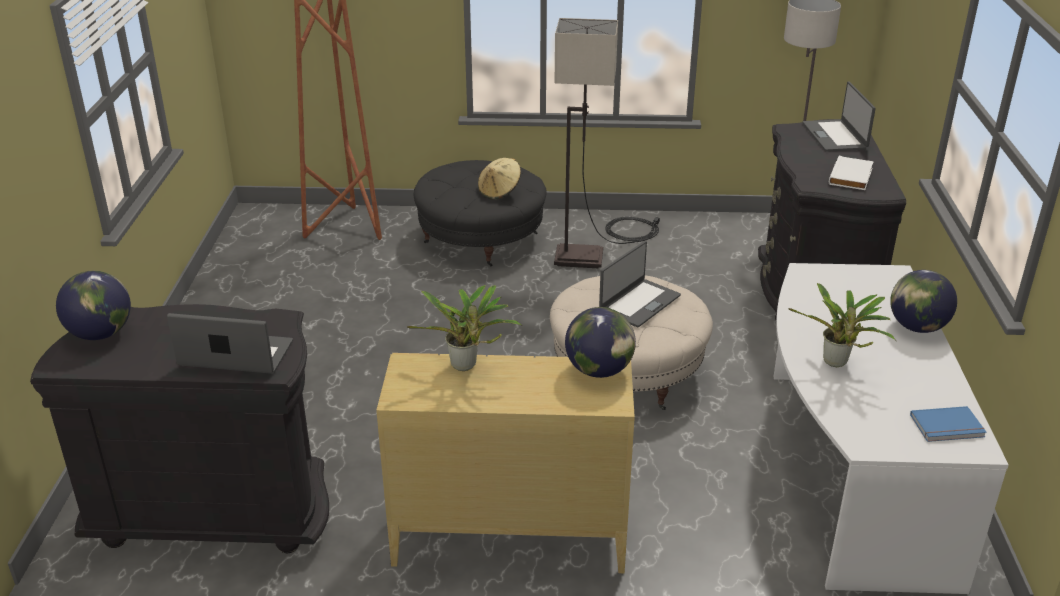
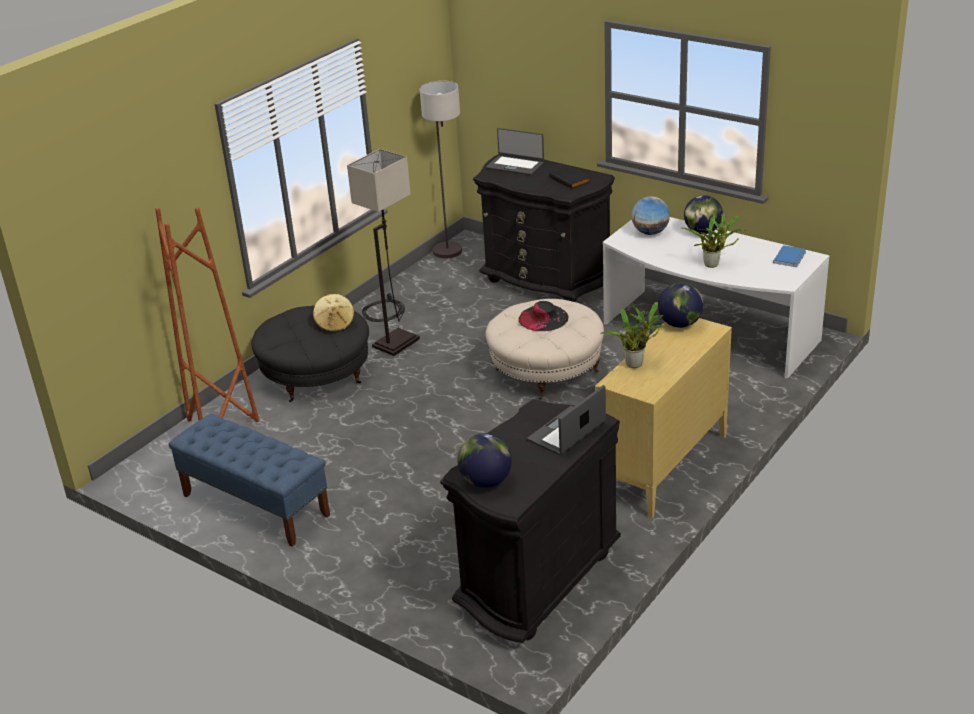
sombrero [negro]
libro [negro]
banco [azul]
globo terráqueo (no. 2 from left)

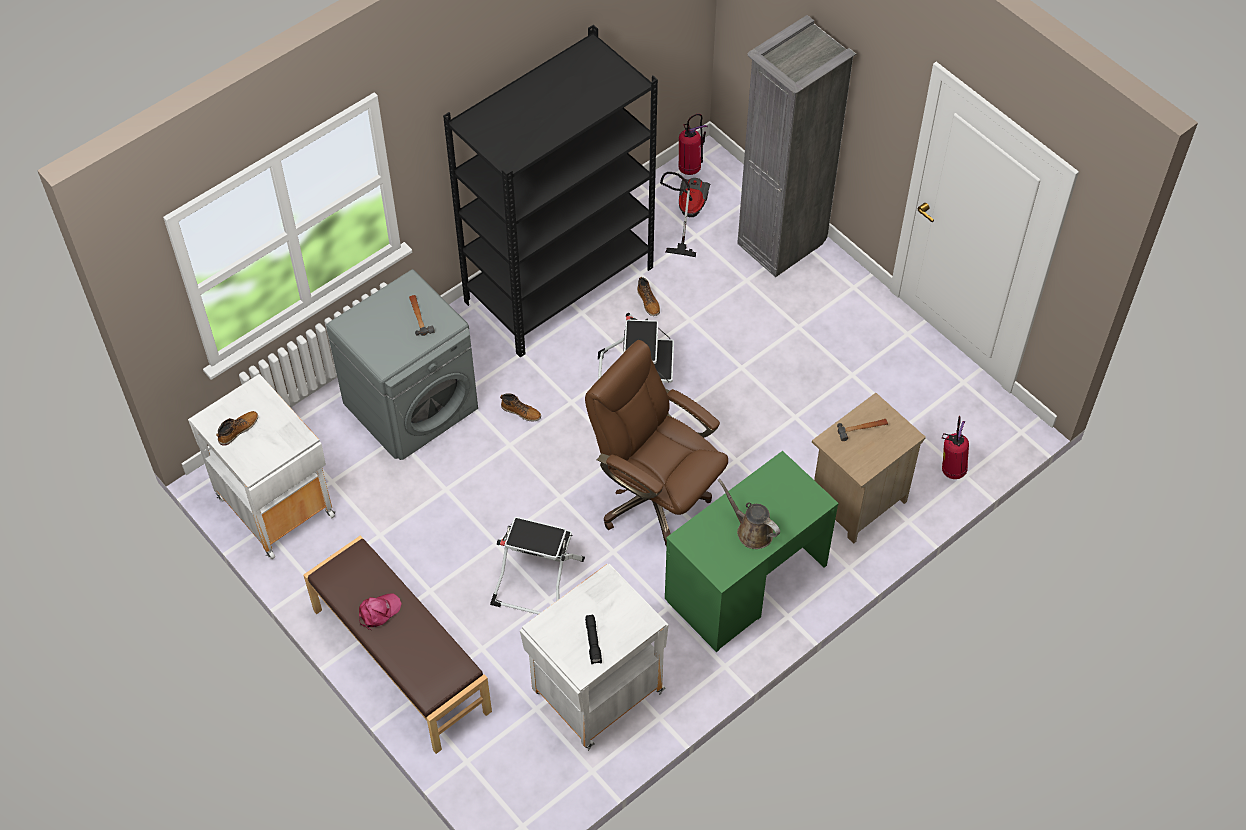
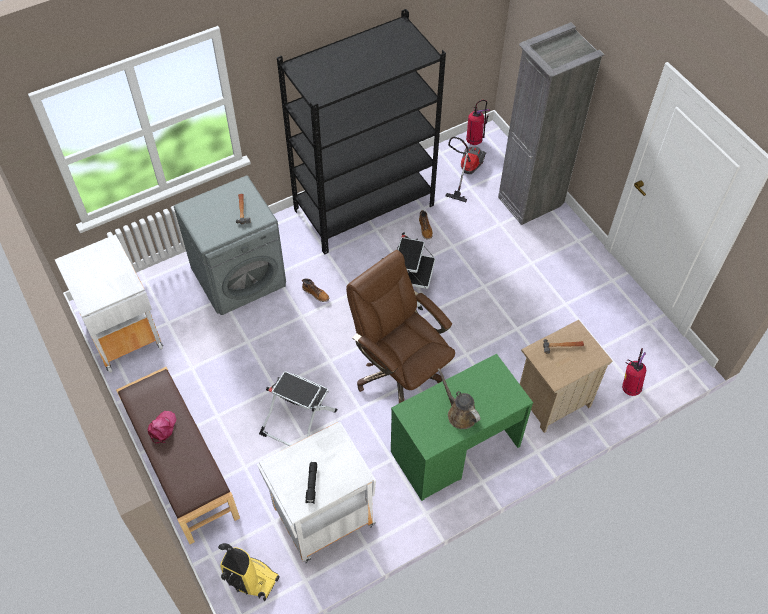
bota (no. 1 from left in the first image)
gorra [rosa]
aspiradora (no. 1 from left)

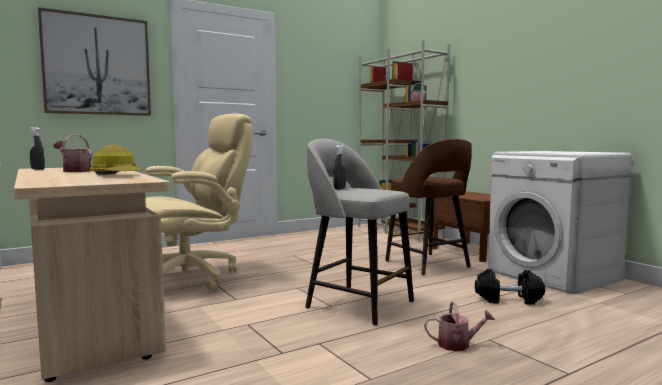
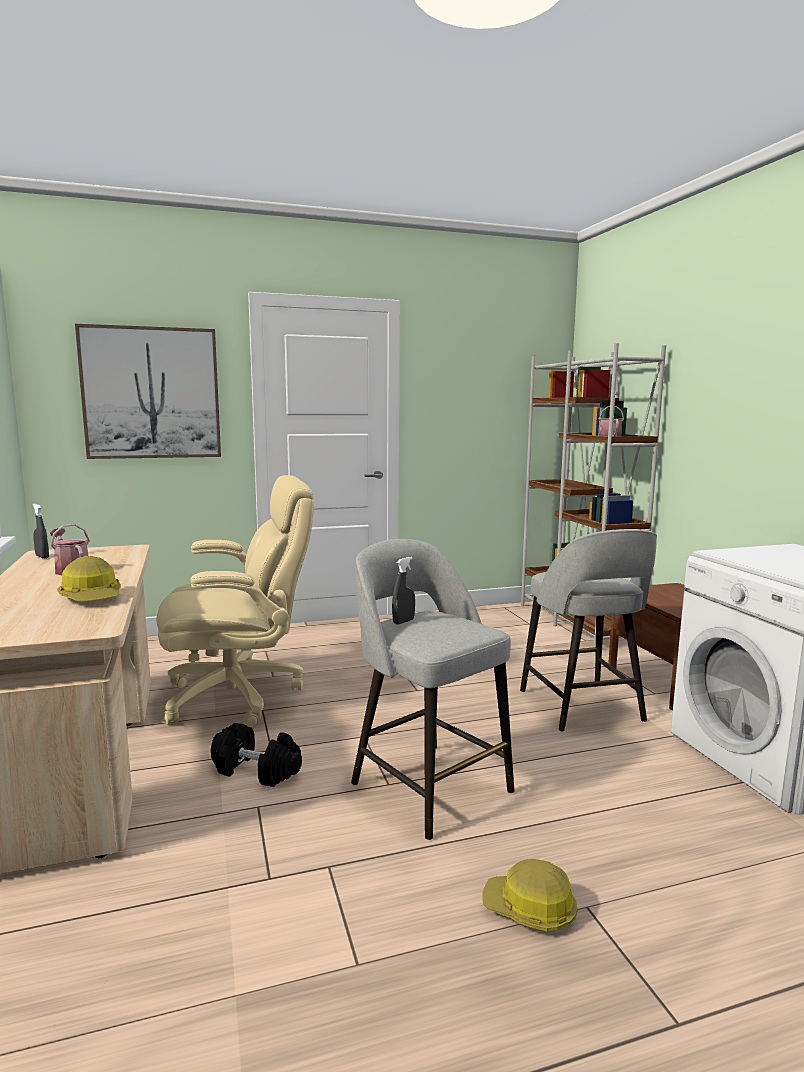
taburete [gris] (no. 2 from left)
casco (no. 2 from left)
mancuerna [negro]

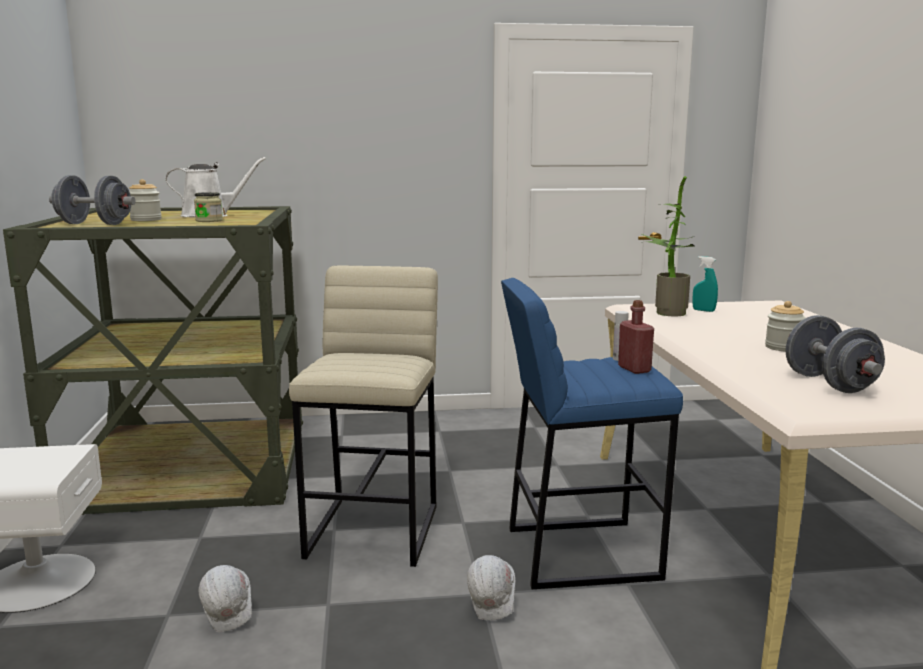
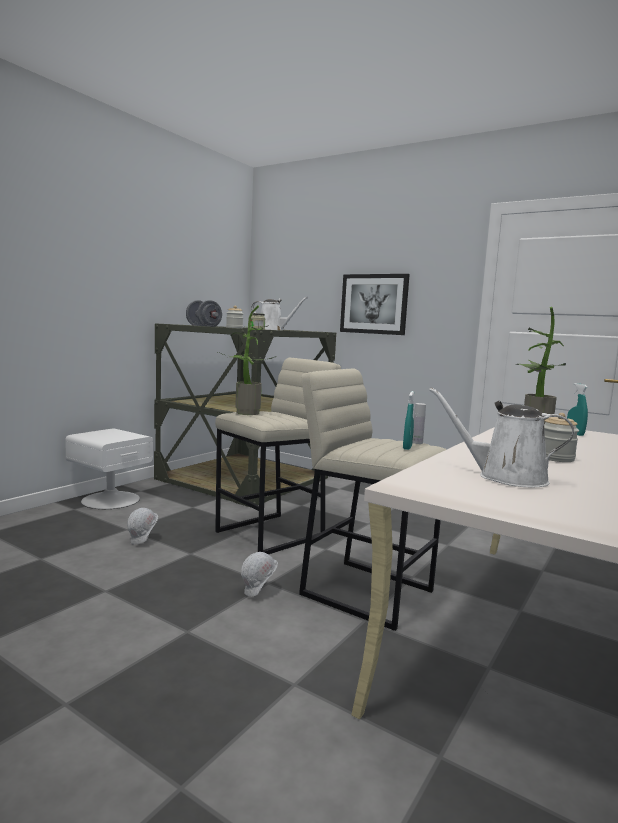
taburete [beis] (no. 2 from left)
pulverizador [turquesa] (no. 1 from left)
regadera [blanco] (no. 2 from left)
planta en maceta (no. 1 from left)
cuadro

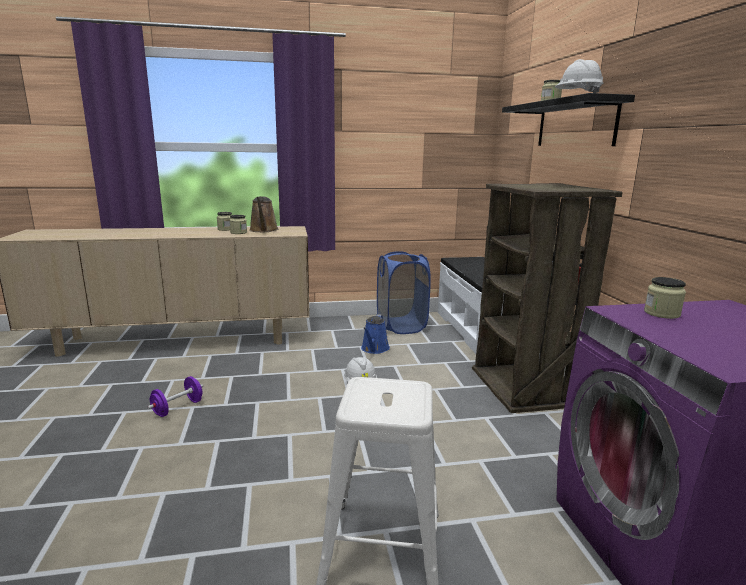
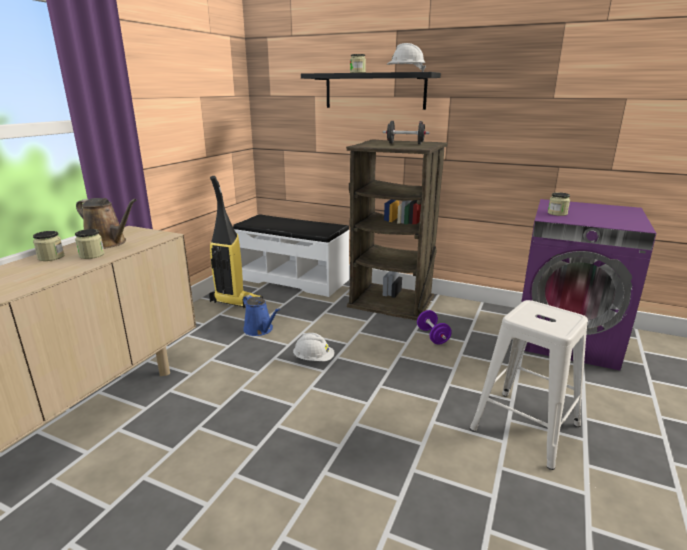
mancuerna [morado]
aspiradora
mancuerna [negro]

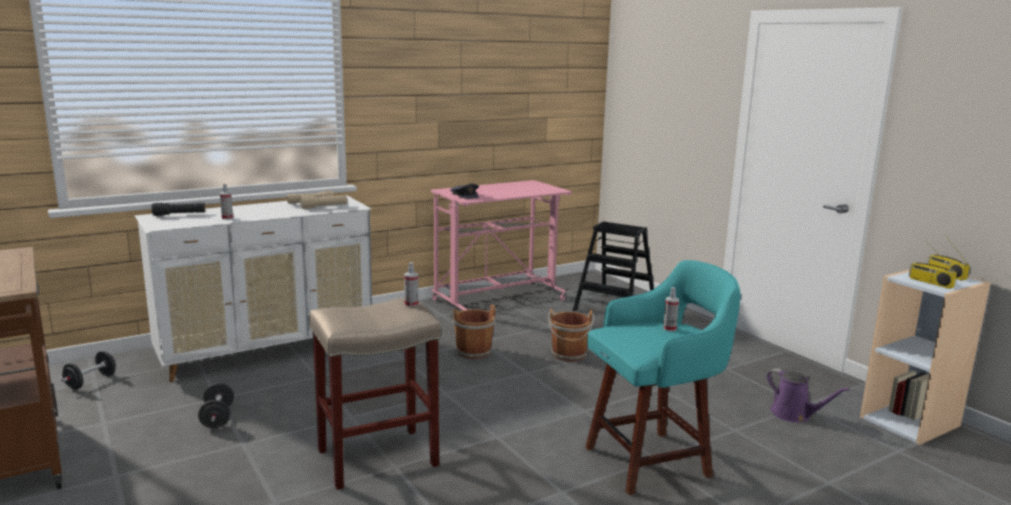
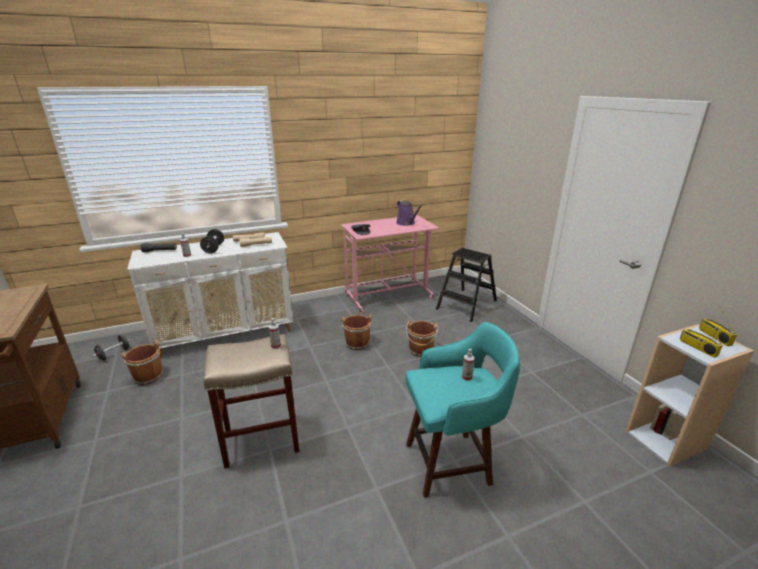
mancuerna [negro] (no. 2 from left)
regadera [morado]
cubo [marrón] (no. 1 from left)

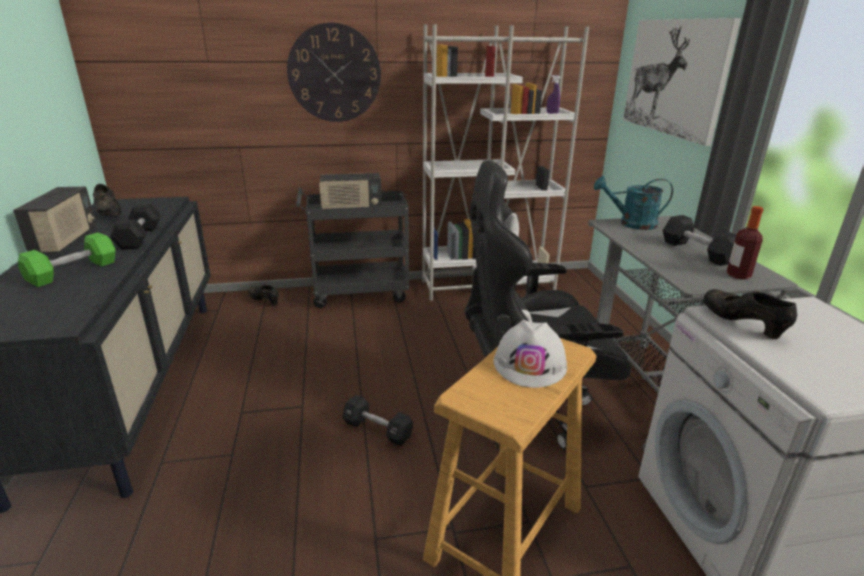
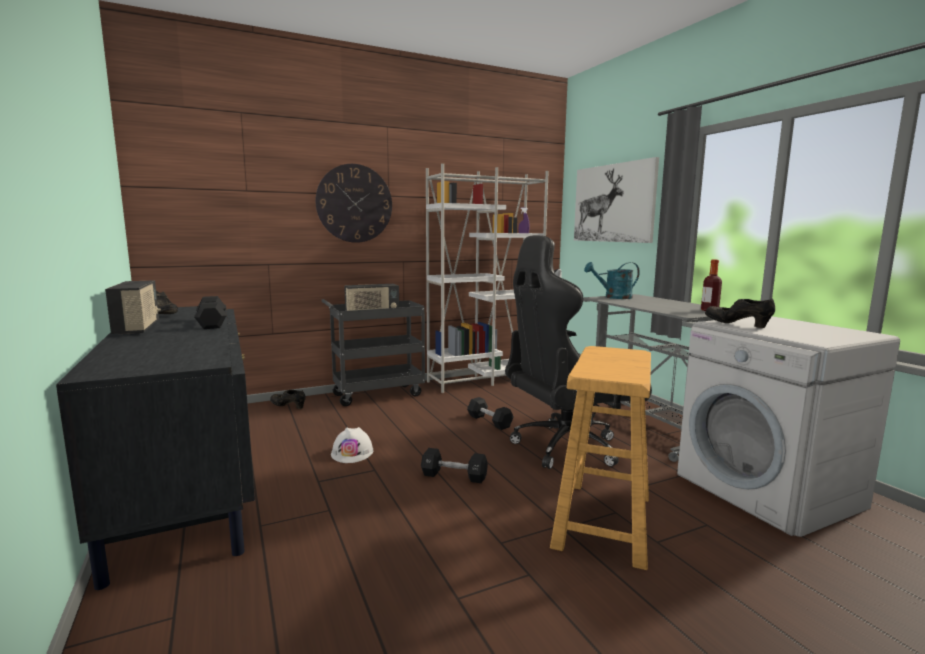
mancuerna [verde]
casco [blanco]
mancuerna [negro] (no. 3 from left)

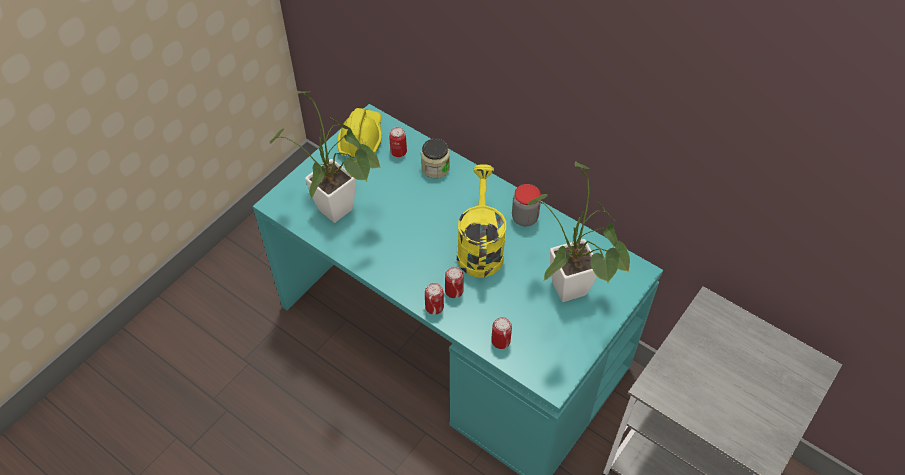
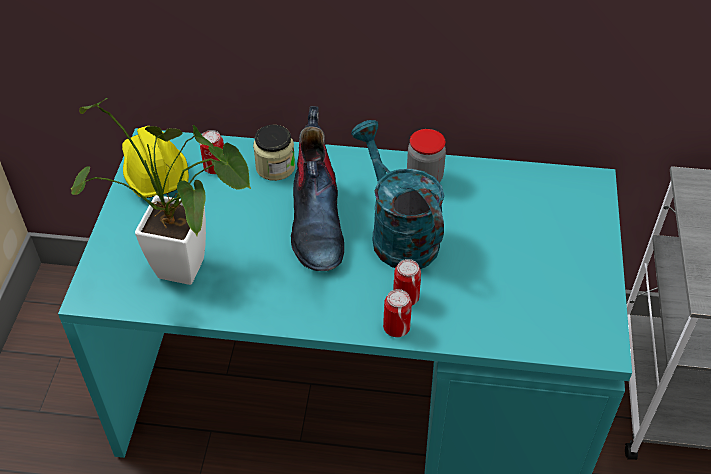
regadera [turquesa]
lata (no. 4 from left in the first image)
planta en maceta (no. 2 from left in the first image)
bota

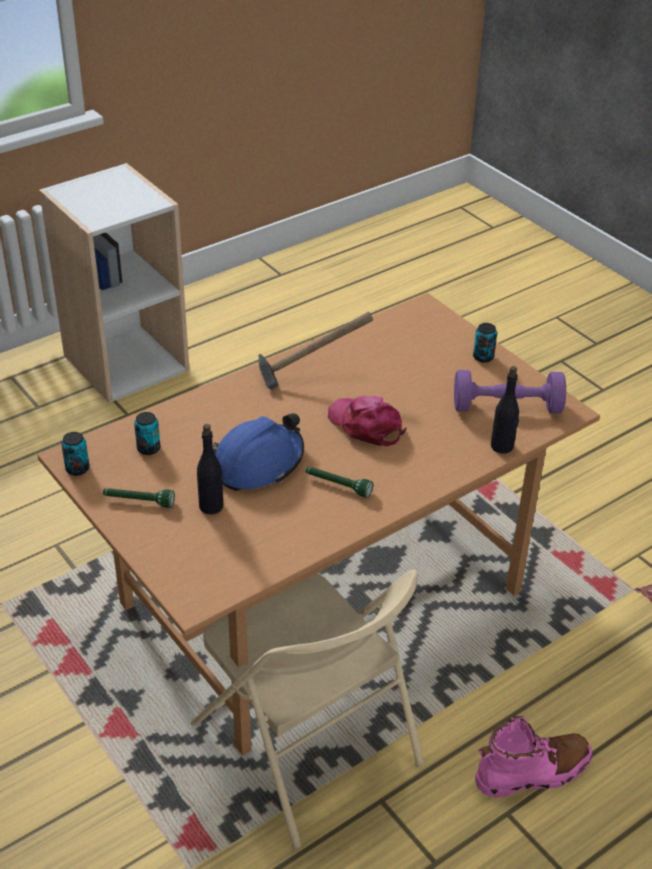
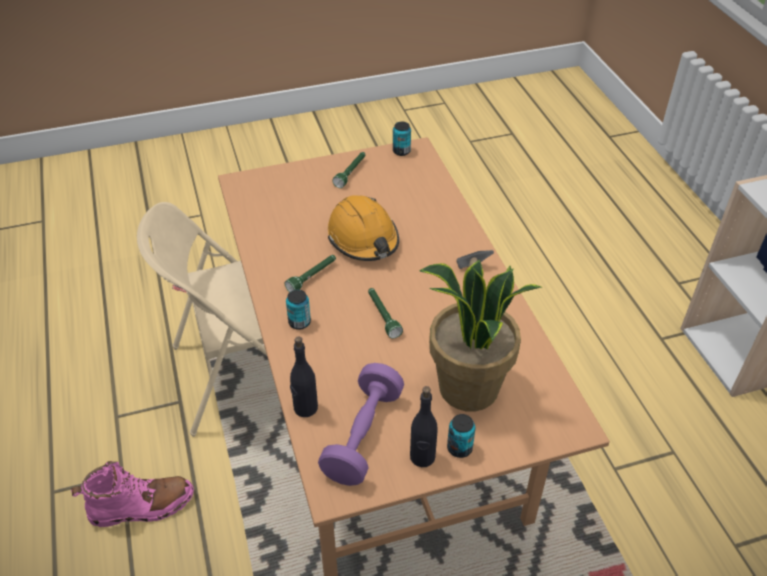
lata (no. 1 from left)
botella [negro] (no. 2 from left)
casco [naranja]
linterna [verde] (no. 3 from left)
bota [rosa]
planta en maceta

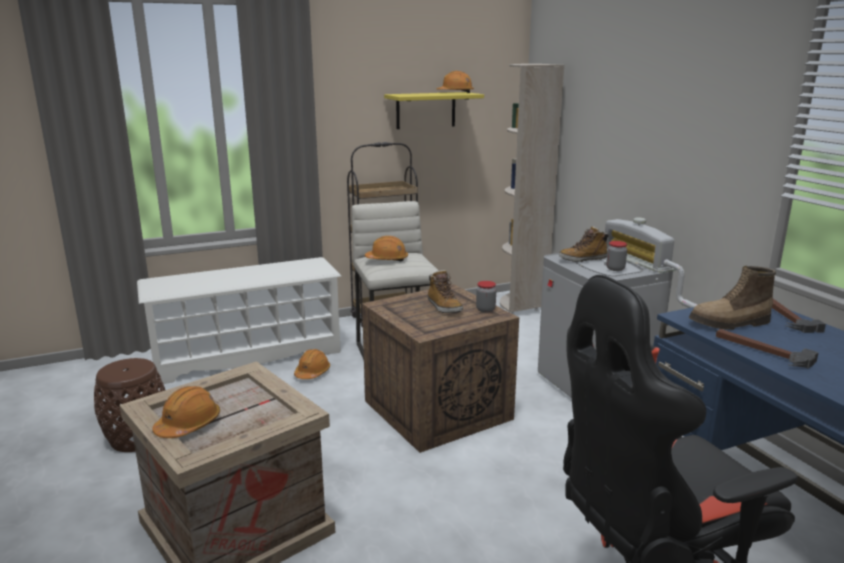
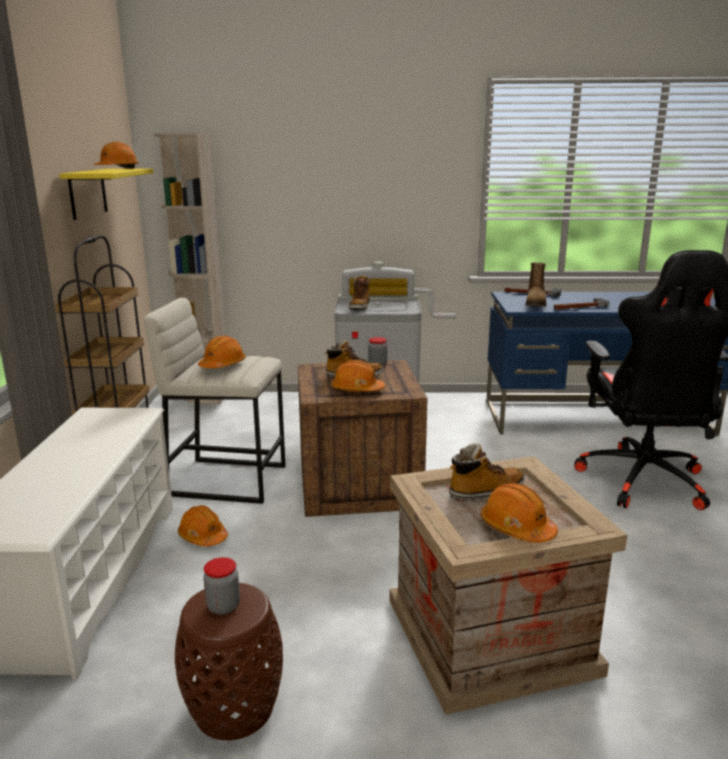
tarro (no. 1 from left)
casco [naranja] (no. 4 from left)
bota (no. 3 from left)

